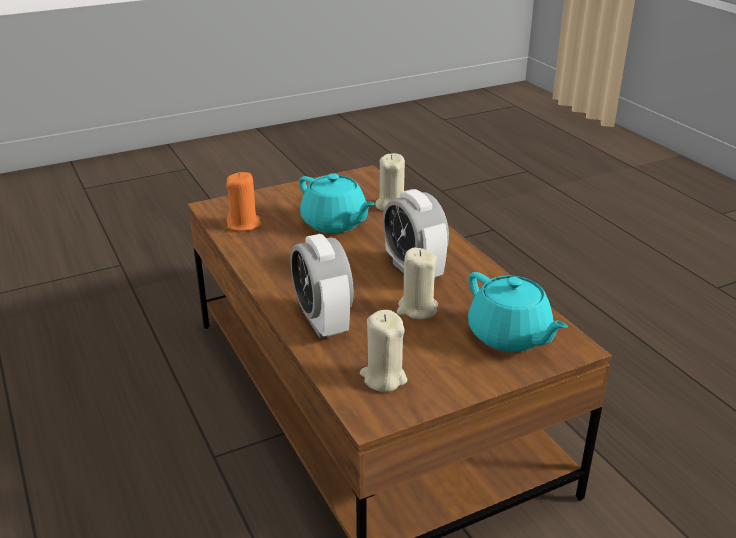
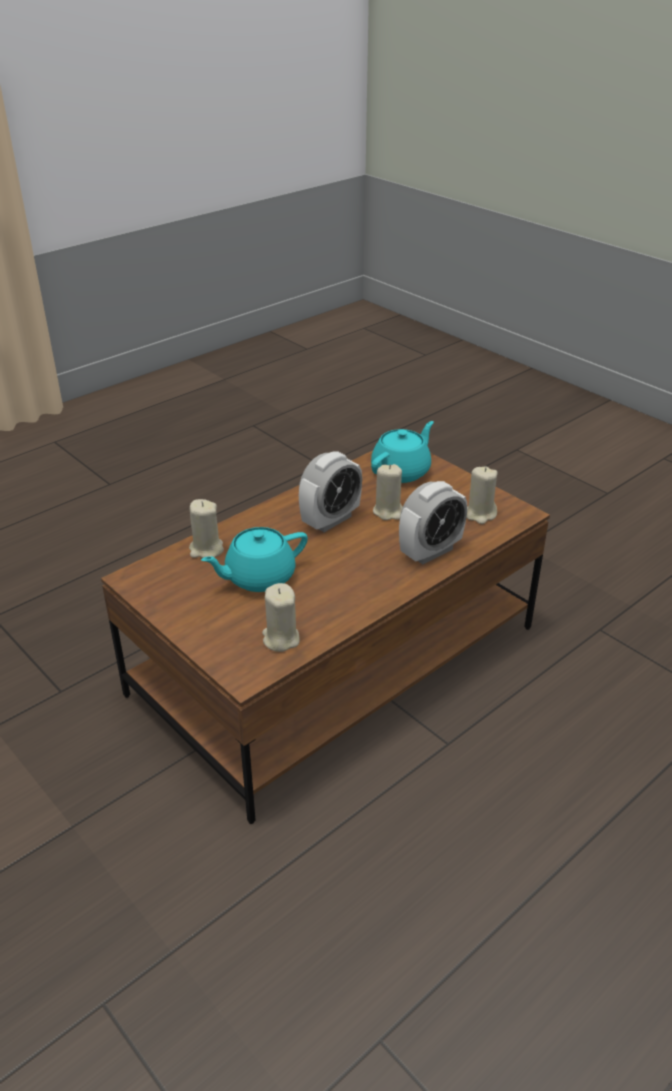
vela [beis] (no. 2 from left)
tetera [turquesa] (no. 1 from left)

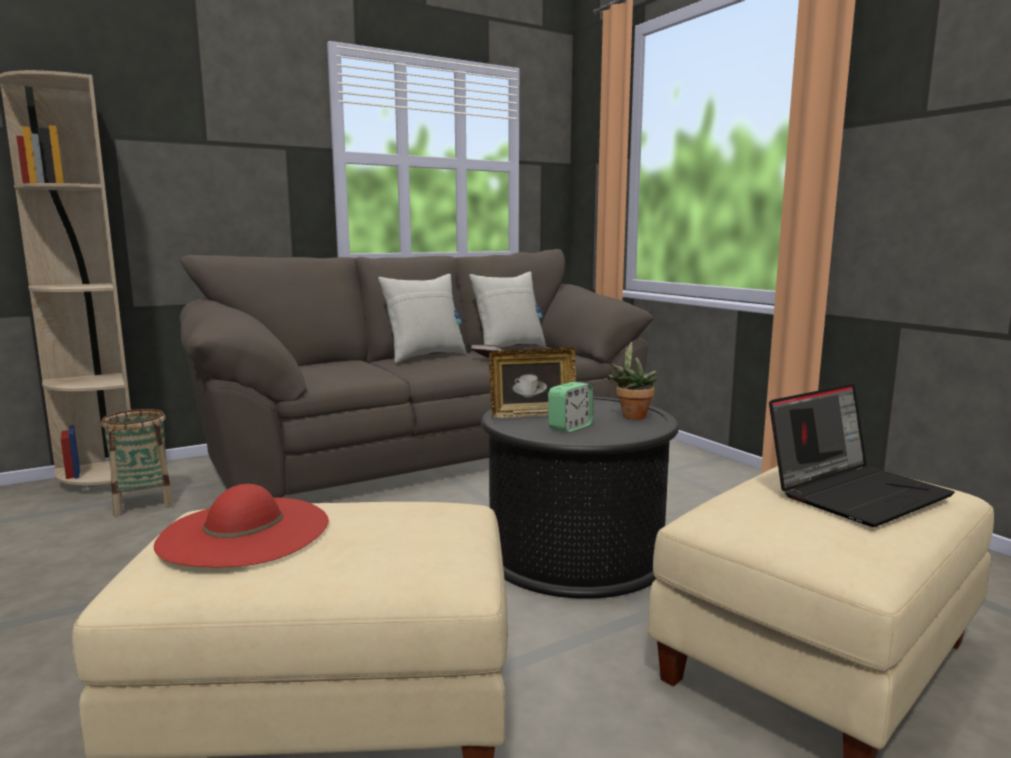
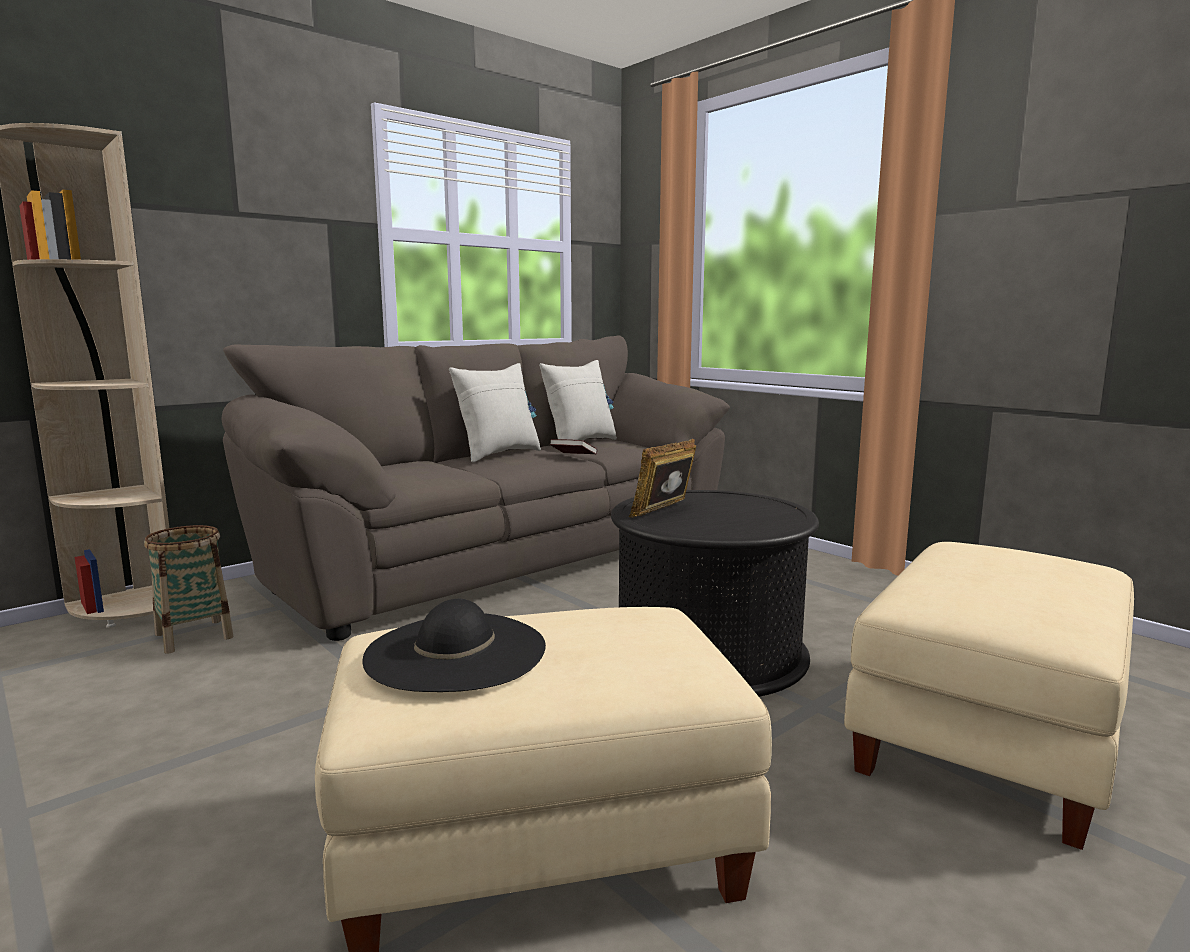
sombrero [negro]
portarretratos
despertador
planta en maceta
portátil

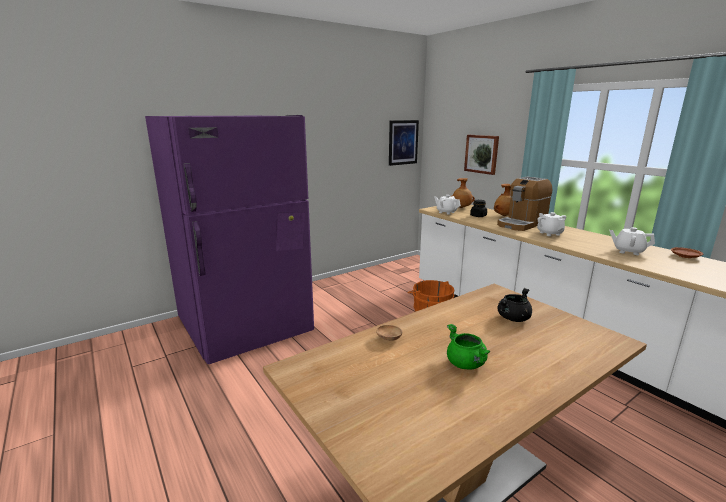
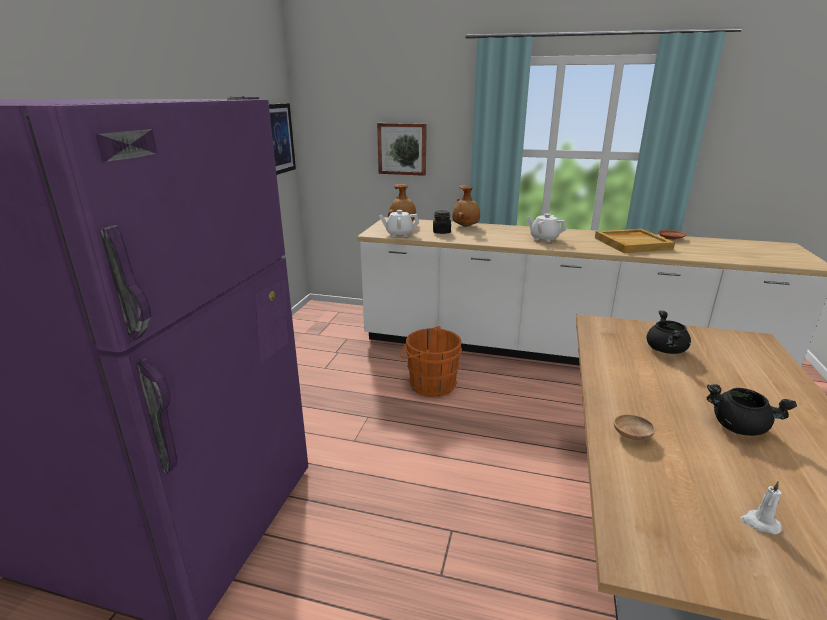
olla [negro] (no. 2 from left)
cafetera
bandeja [beis]
vela [blanco]

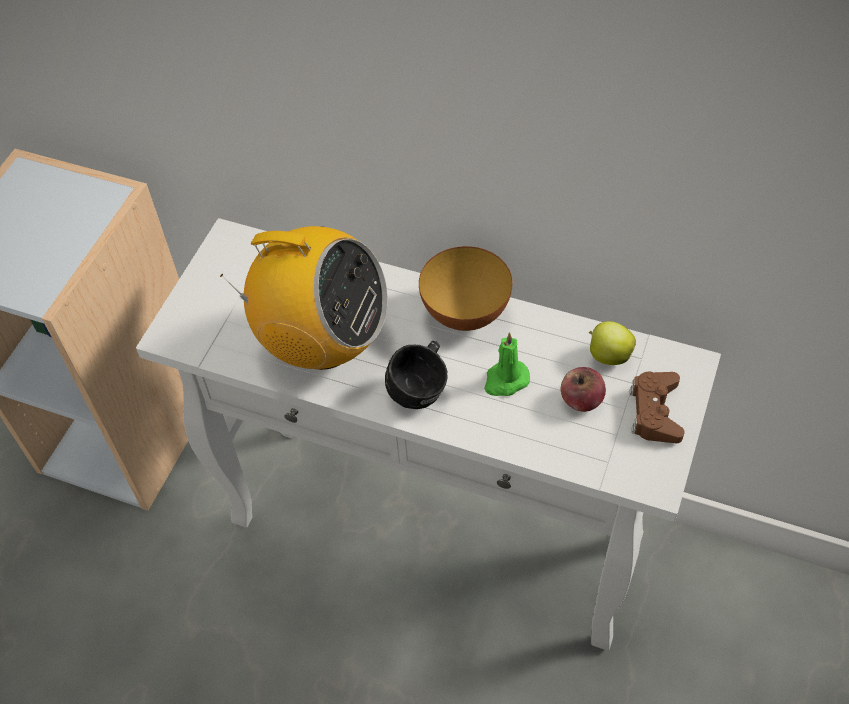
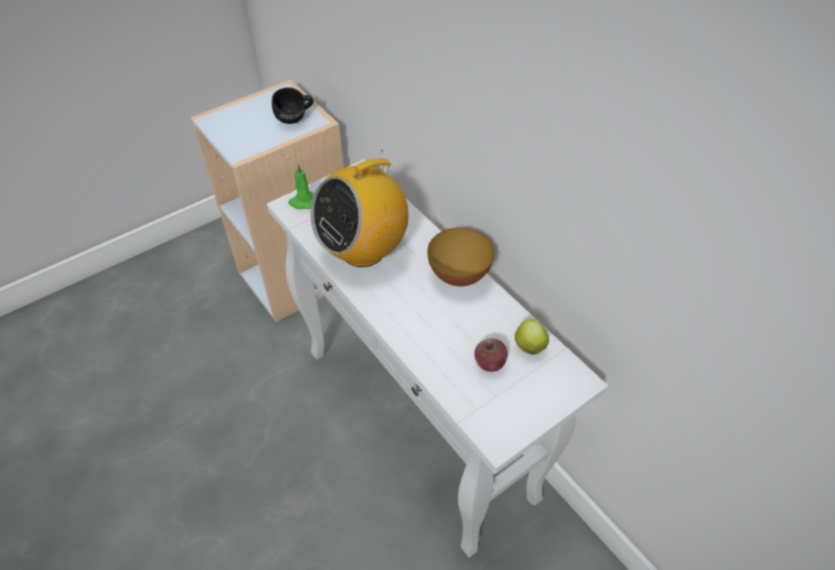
radio
taza grande [negro]
vela [verde]
mando de consola [marrón]

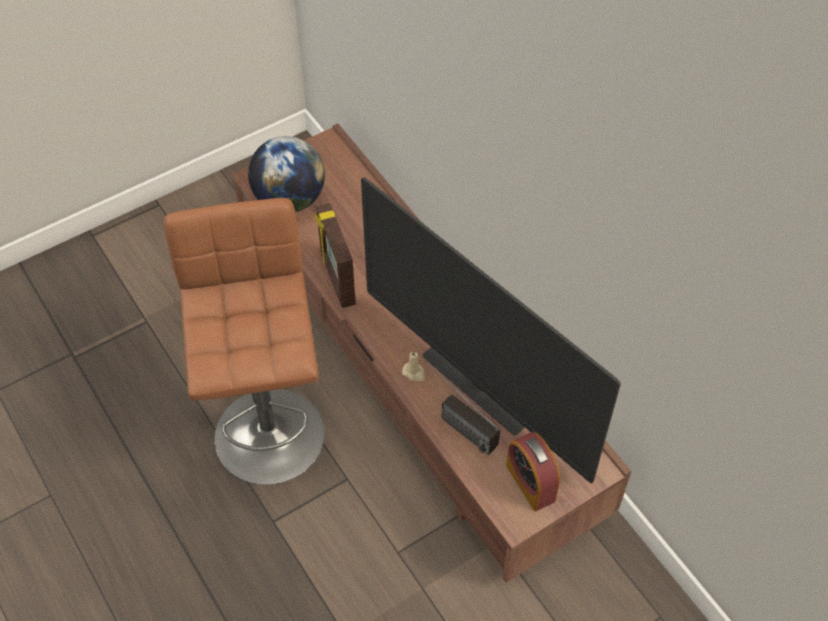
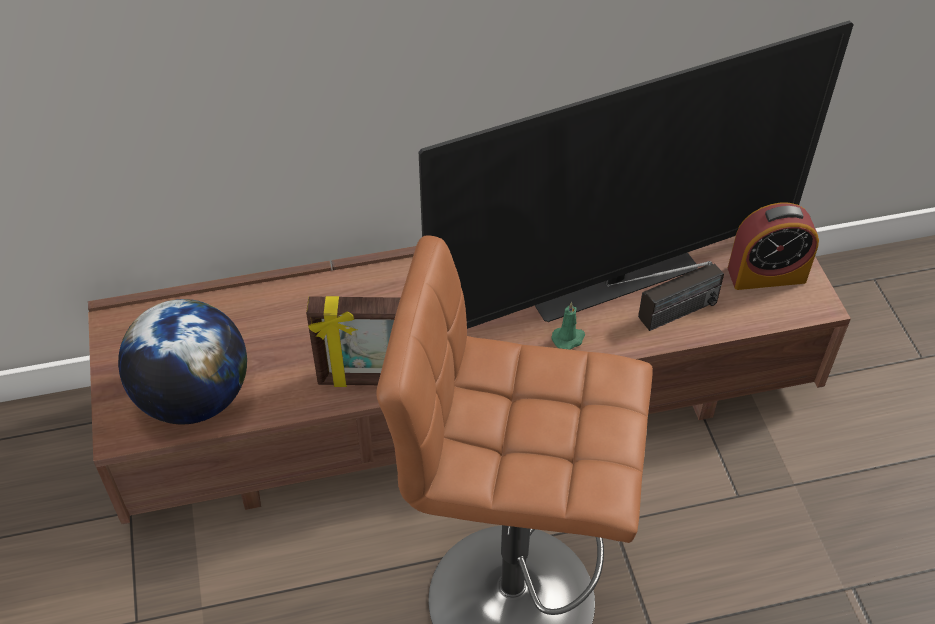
vela [verde]

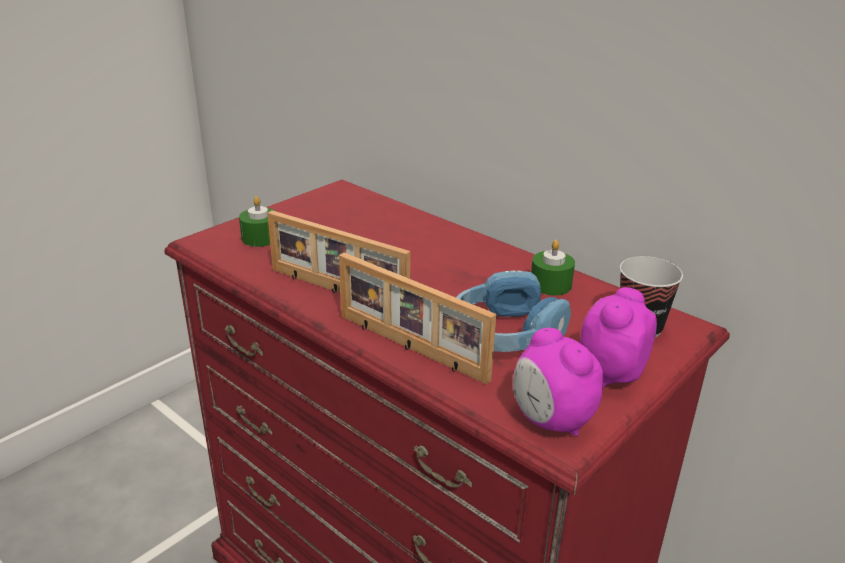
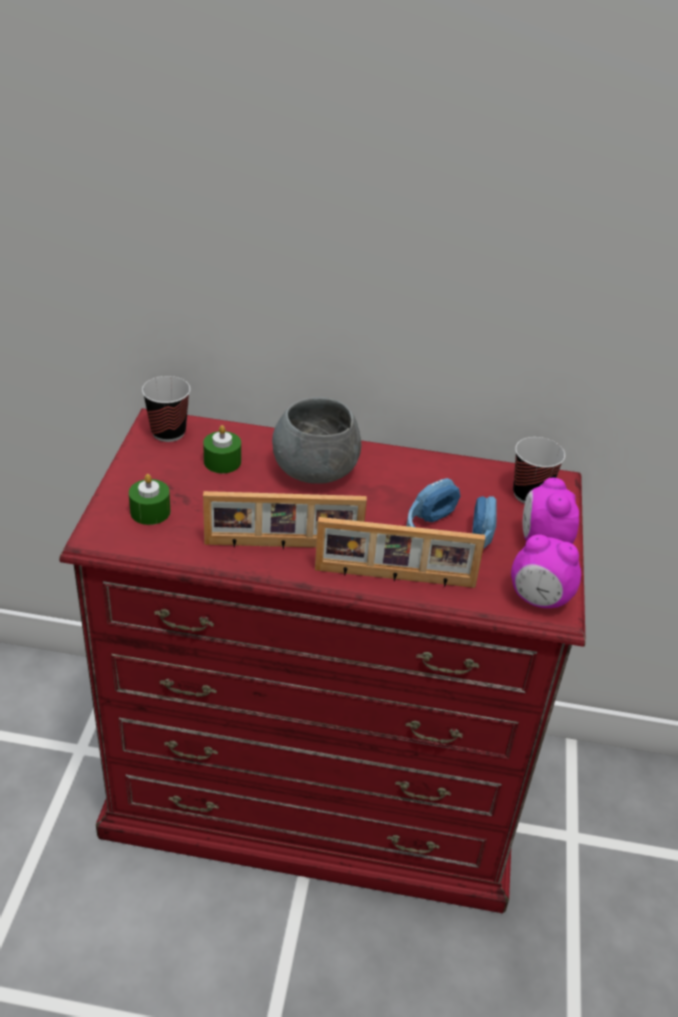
vela [verde] (no. 2 from left)
taza (no. 1 from left)
cuenco [gris]

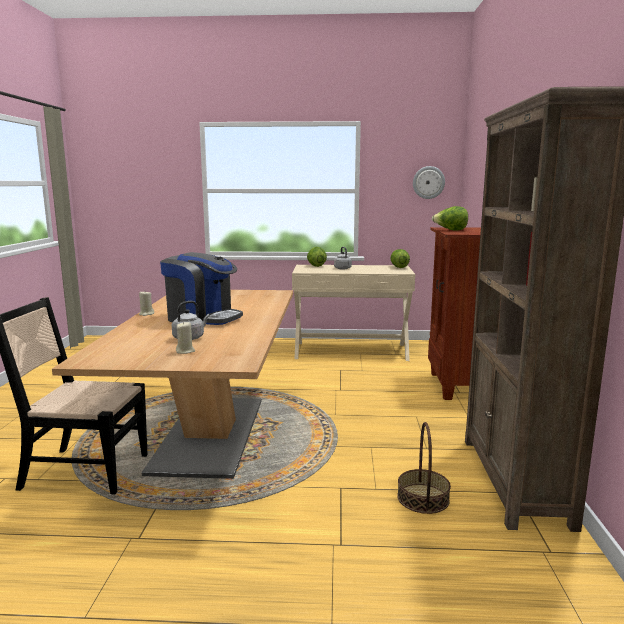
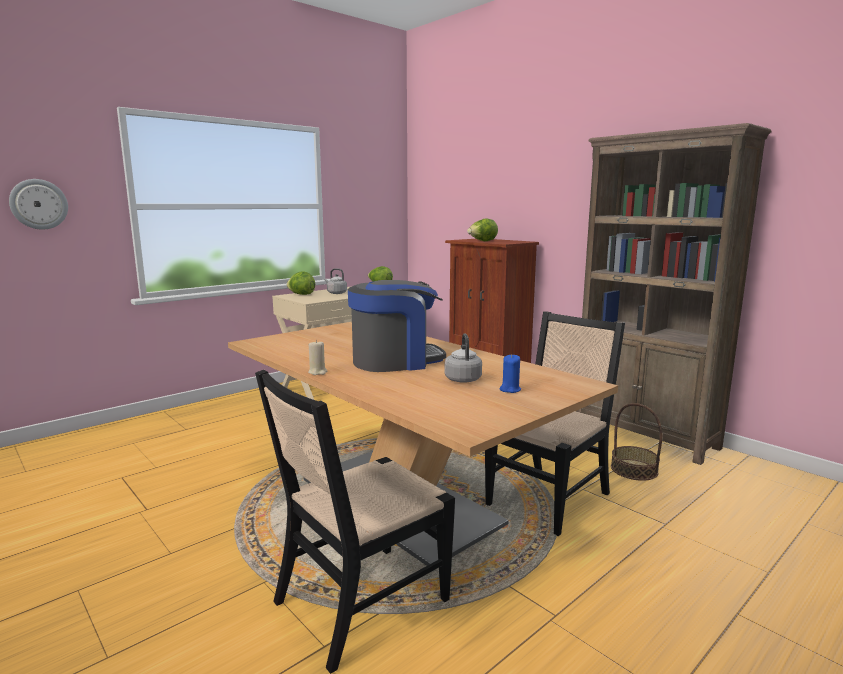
vela [azul]
reloj de pared
silla (no. 2 from left)

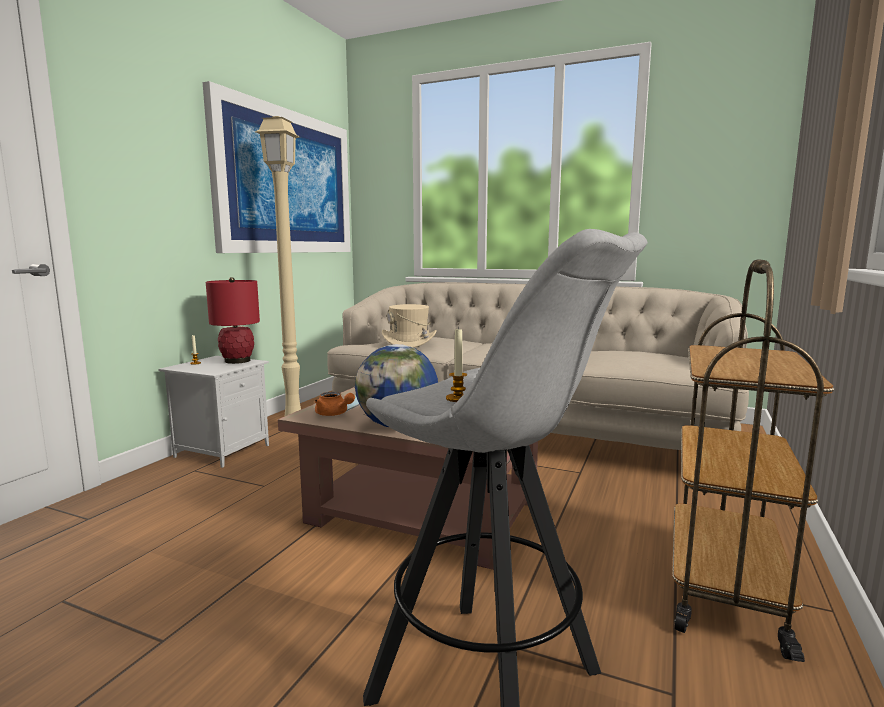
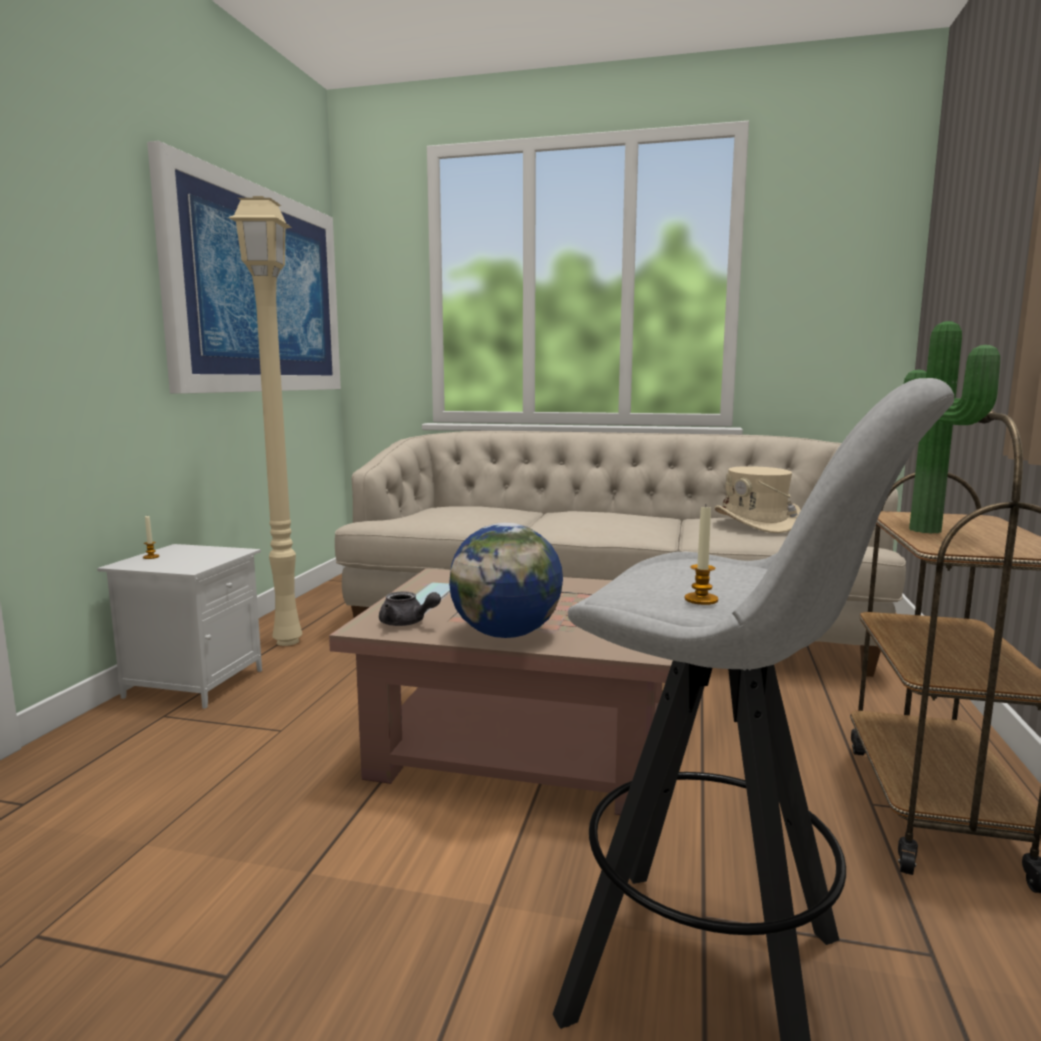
lámpara de mesa [rojo]
tetera [gris]
sombrero [beis]
planta en maceta

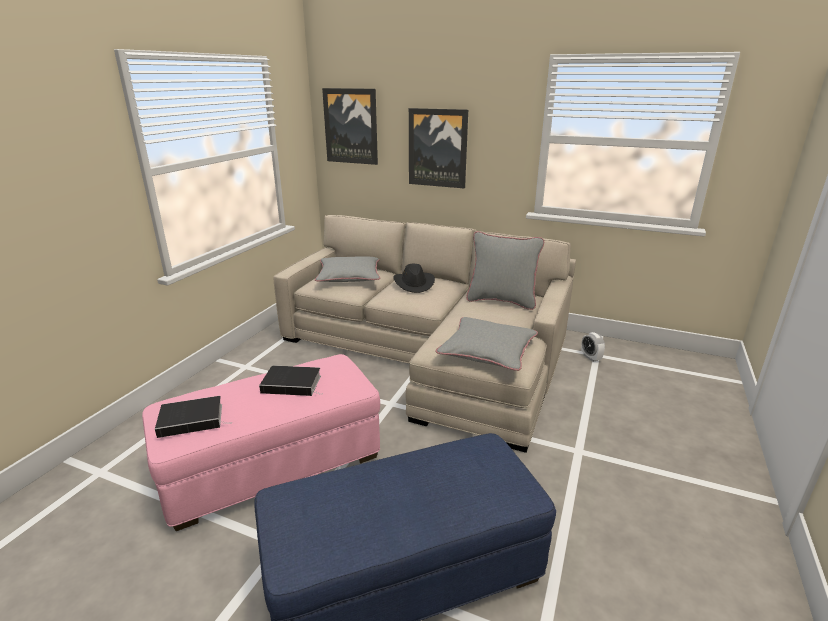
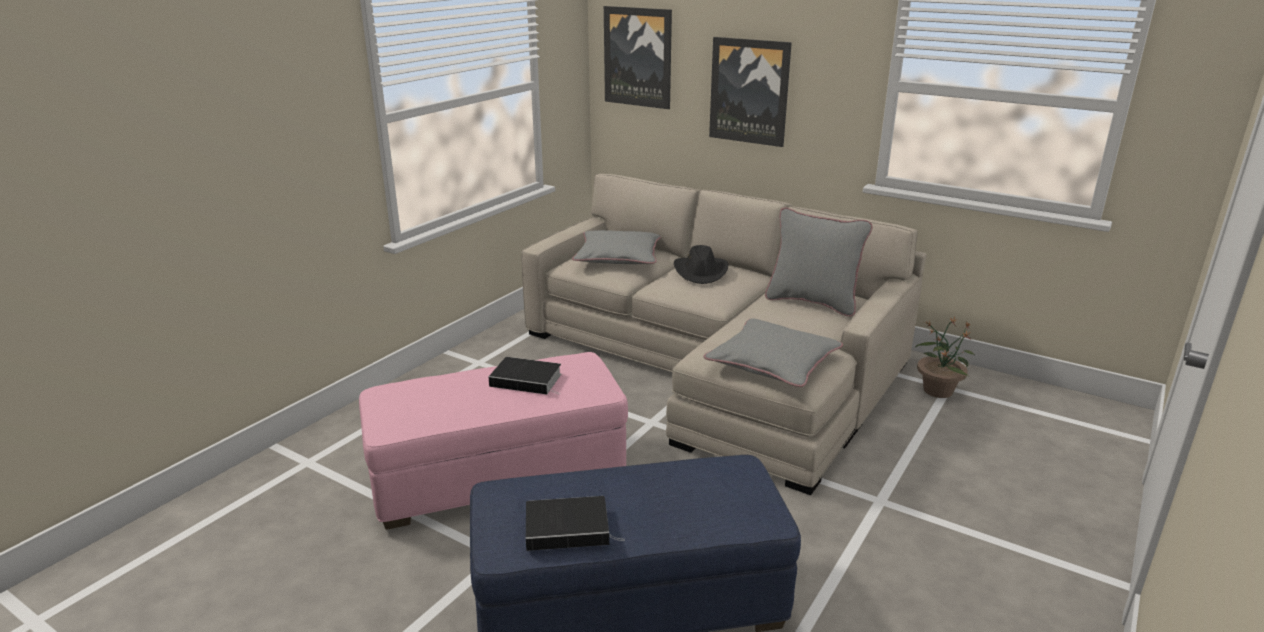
libro (no. 2 from left)
planta en maceta

